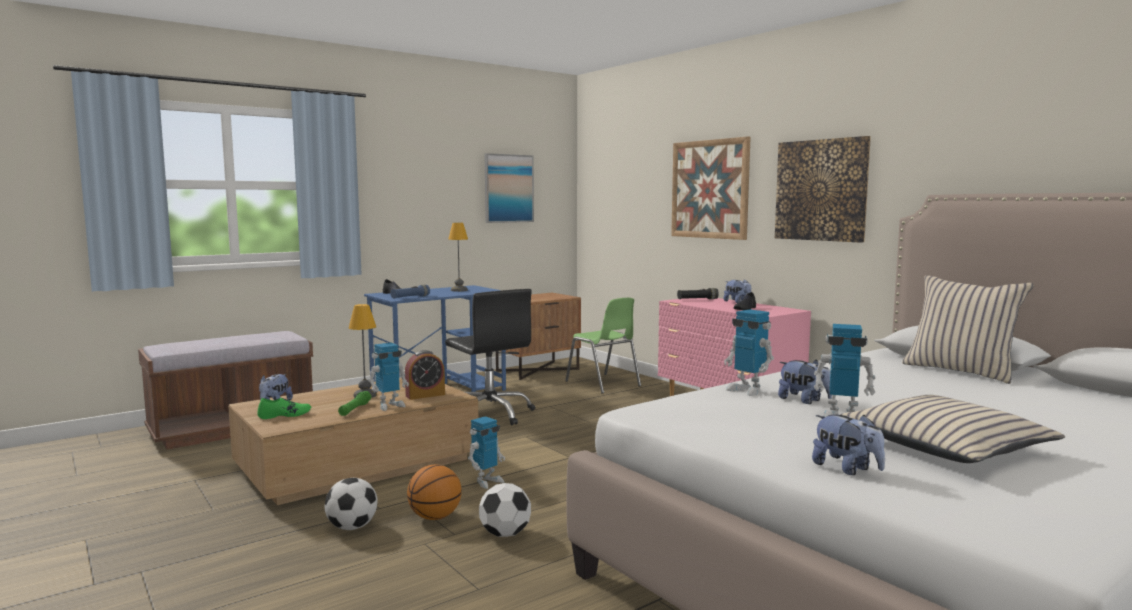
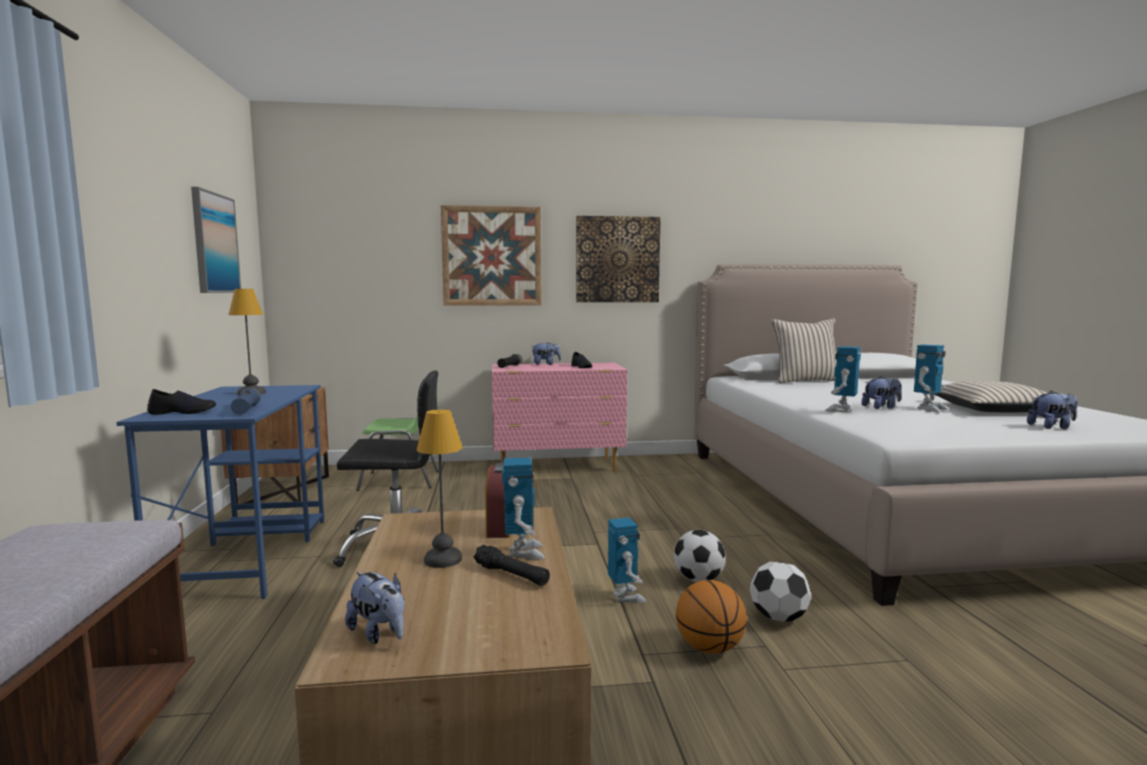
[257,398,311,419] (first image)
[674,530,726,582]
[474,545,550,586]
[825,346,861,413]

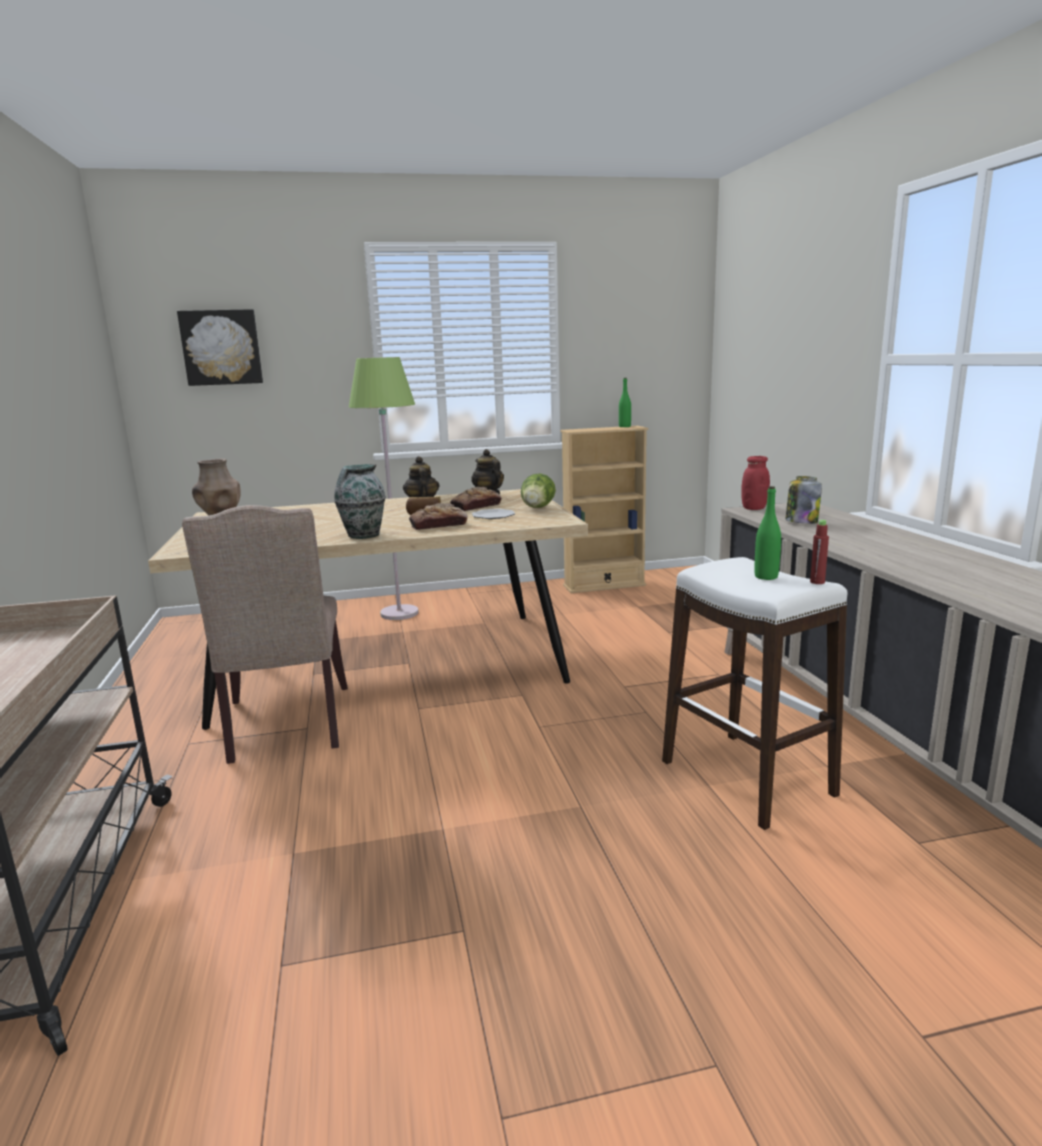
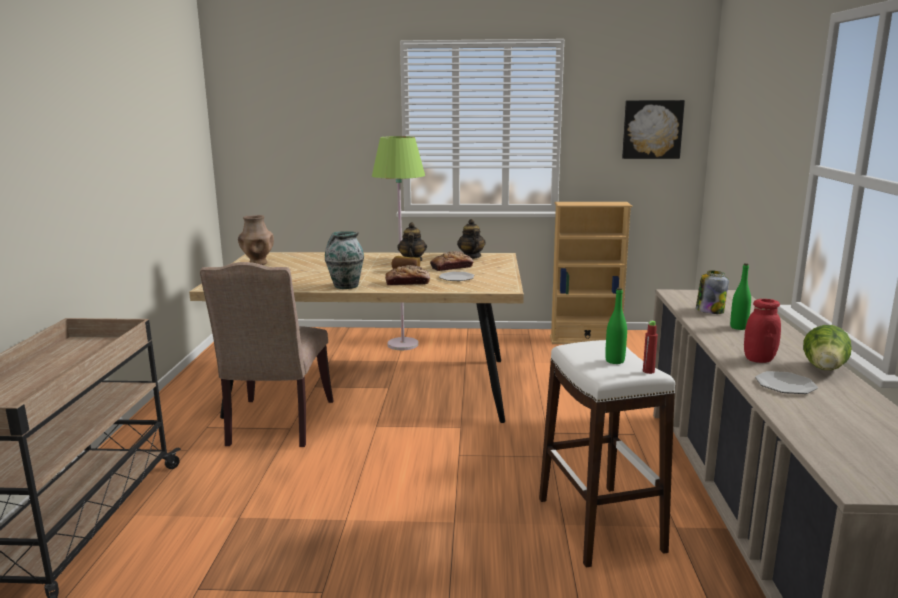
[622,100,685,159]
[803,325,852,370]
[730,263,751,330]
[744,299,781,363]
[755,371,818,394]

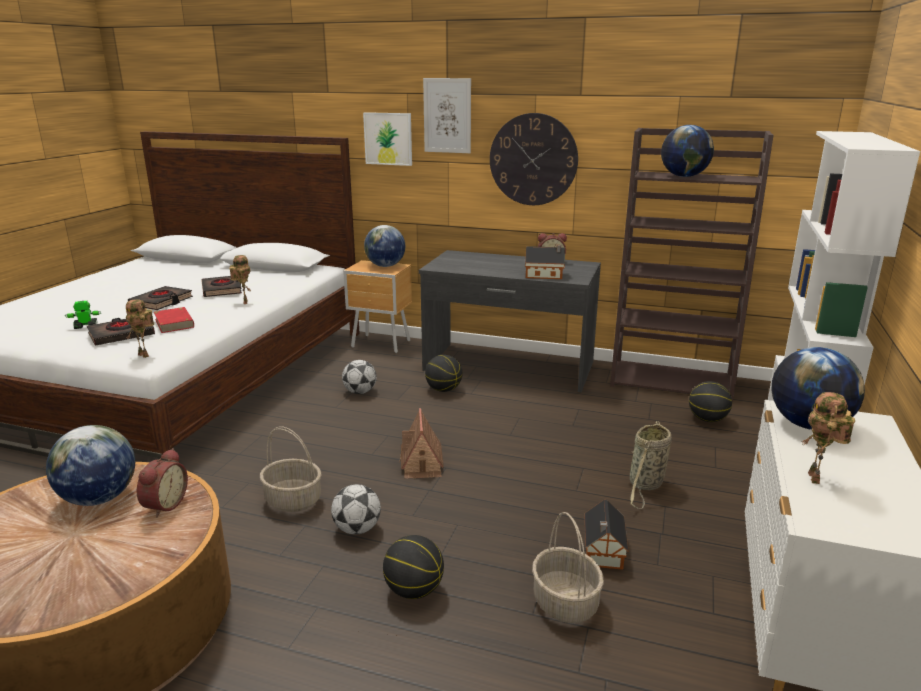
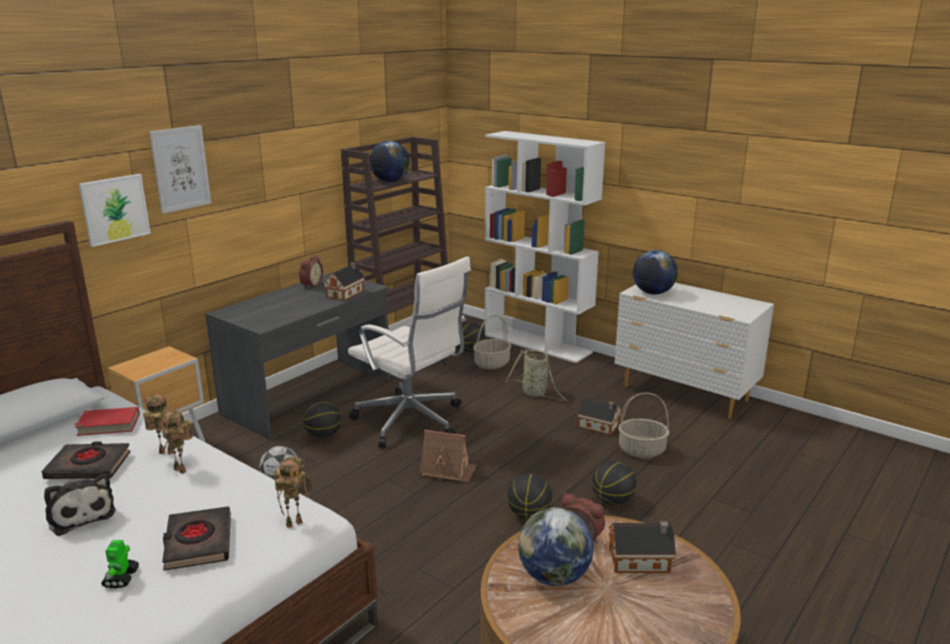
[44,473,116,536]
[75,407,140,436]
[473,315,511,369]
[507,474,552,520]
[364,225,405,267] (first image)
[490,113,578,205] (first image)
[161,410,193,474]
[348,256,471,448]
[609,521,676,573]

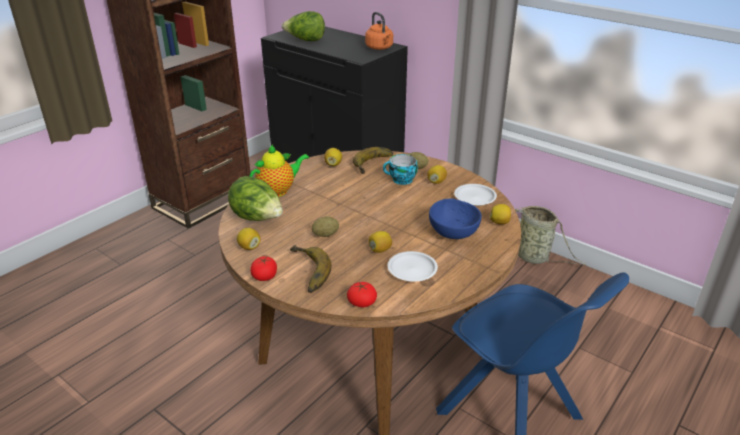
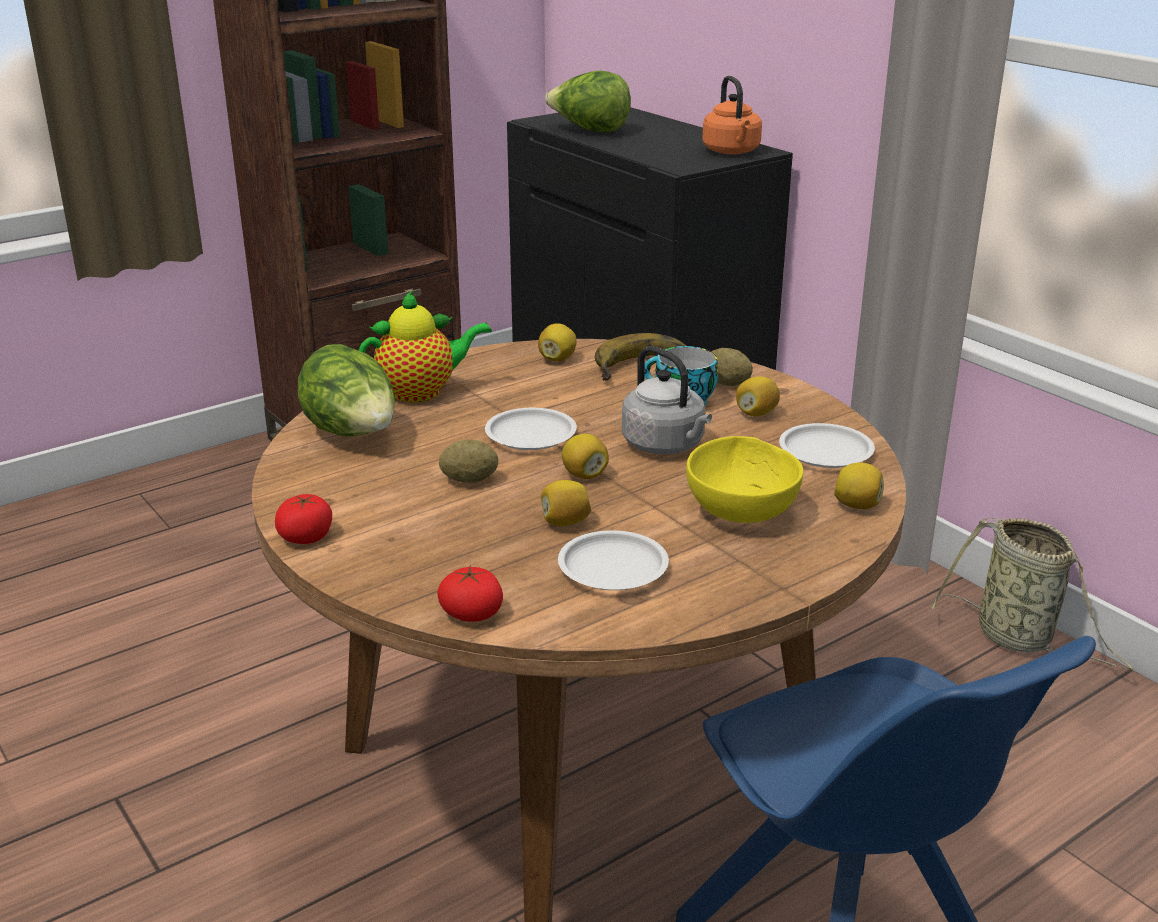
[562,434,609,479]
[290,245,331,293] (first image)
[686,436,804,523]
[485,408,577,450]
[622,346,712,454]

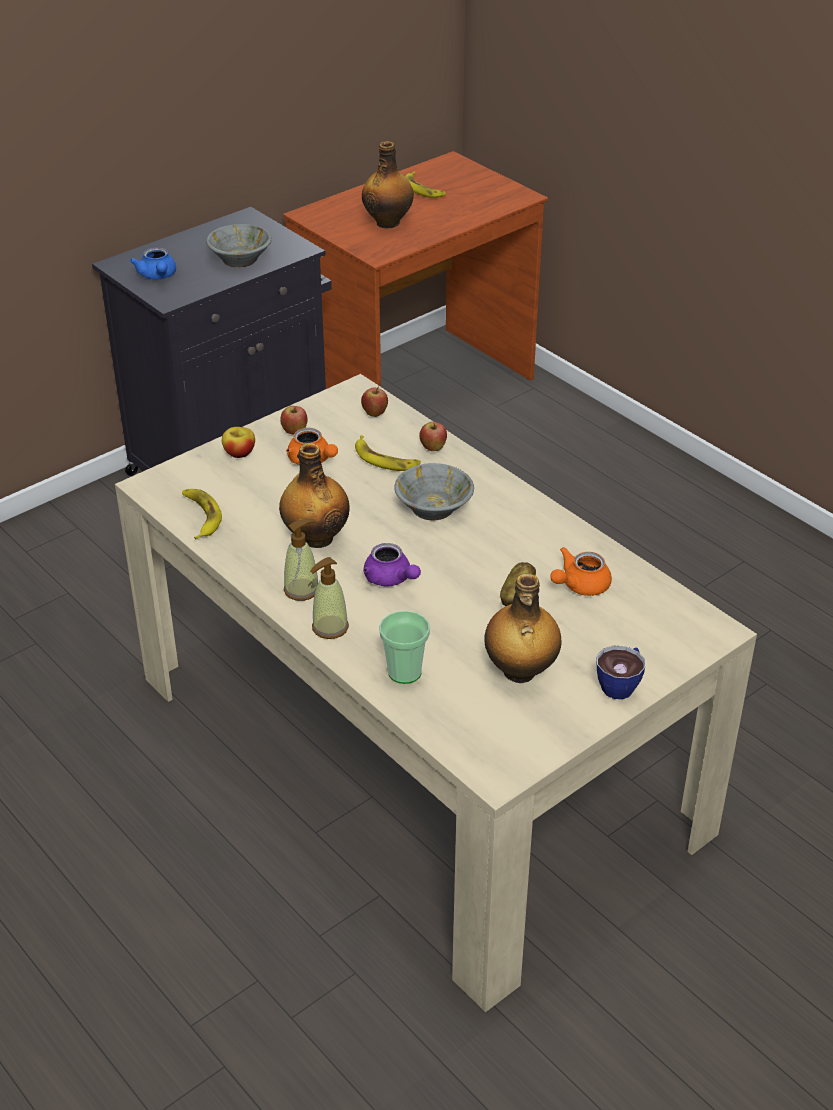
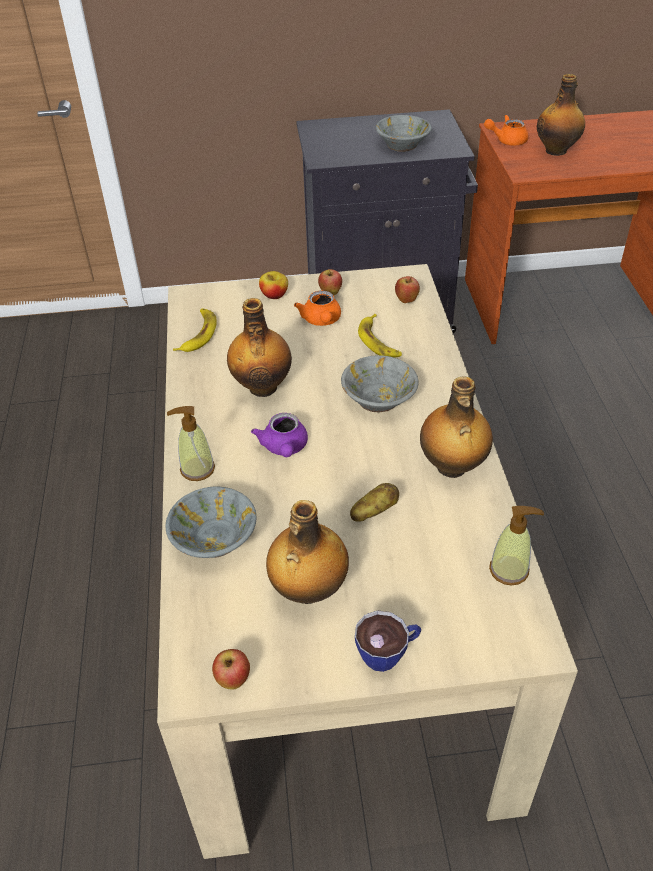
[130,247,176,279] (first image)
[489,506,544,586]
[166,486,257,558]
[405,172,446,198] (first image)
[212,649,250,690]
[484,115,529,145]
[420,376,493,478]

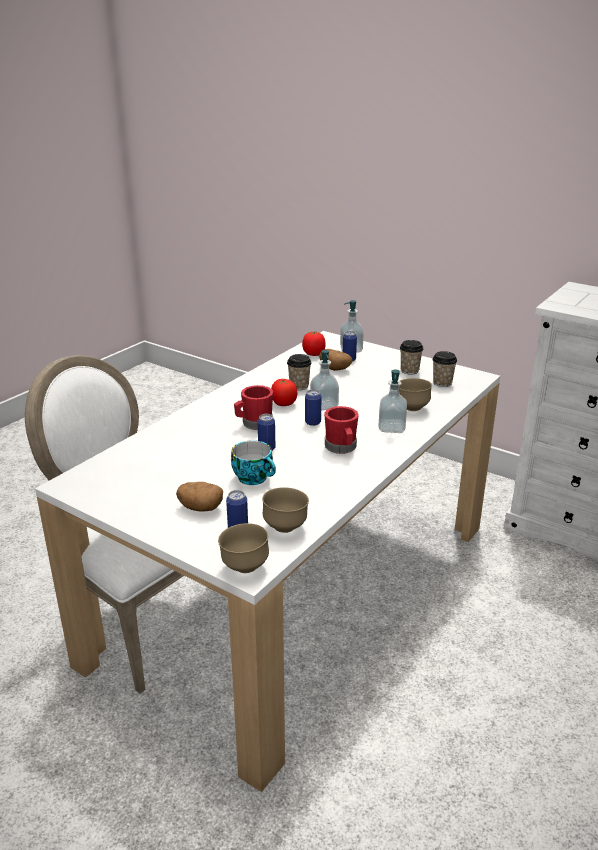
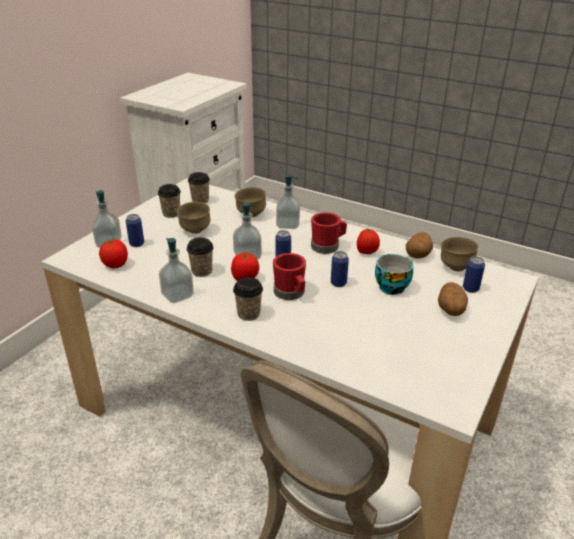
[177,202,210,234]
[406,232,433,259]
[159,238,194,303]
[233,277,263,321]
[357,229,380,254]

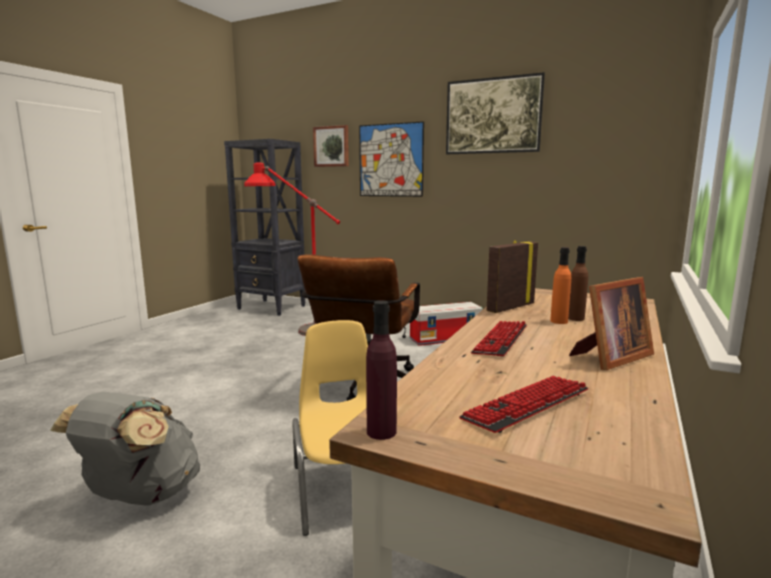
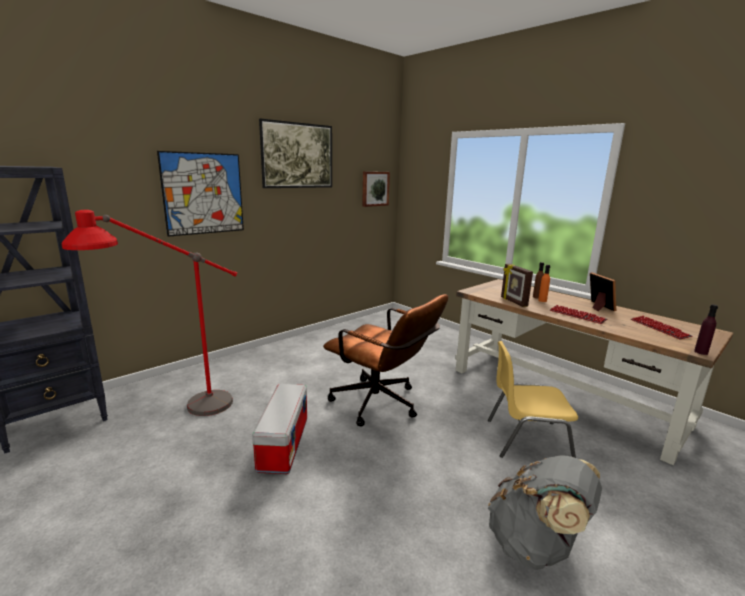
[362,171,390,207]
[252,384,307,474]

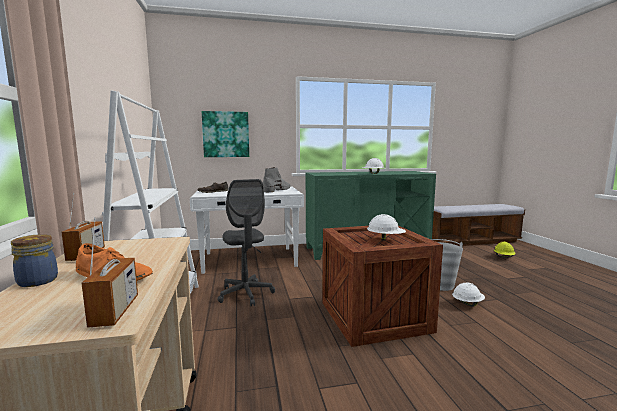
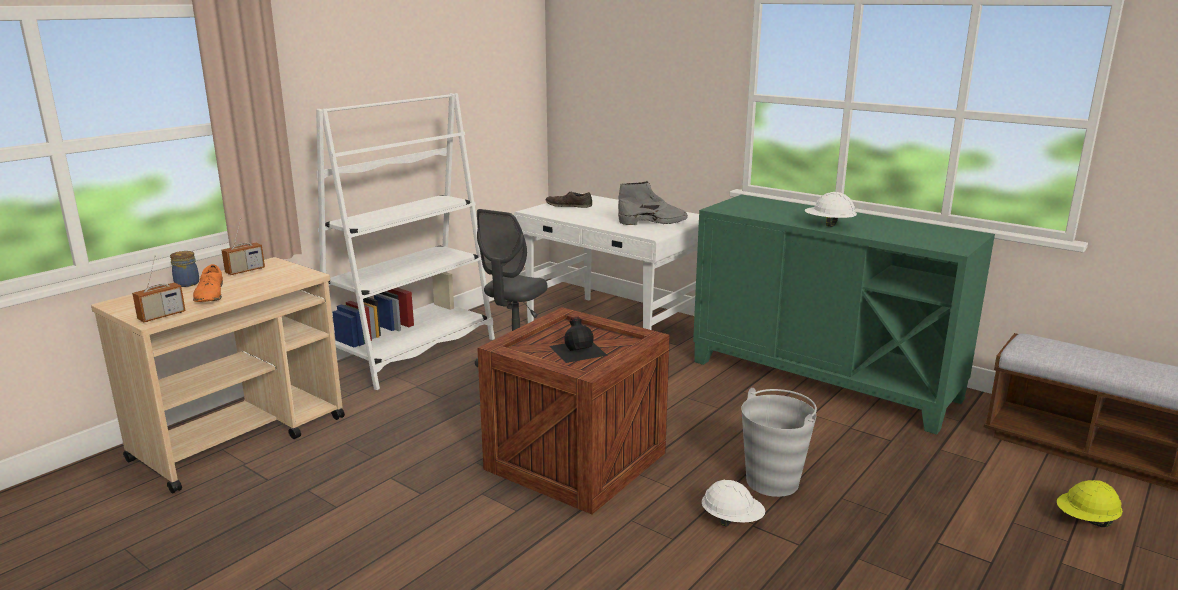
[202,111,249,157] (first image)
[550,316,607,363]

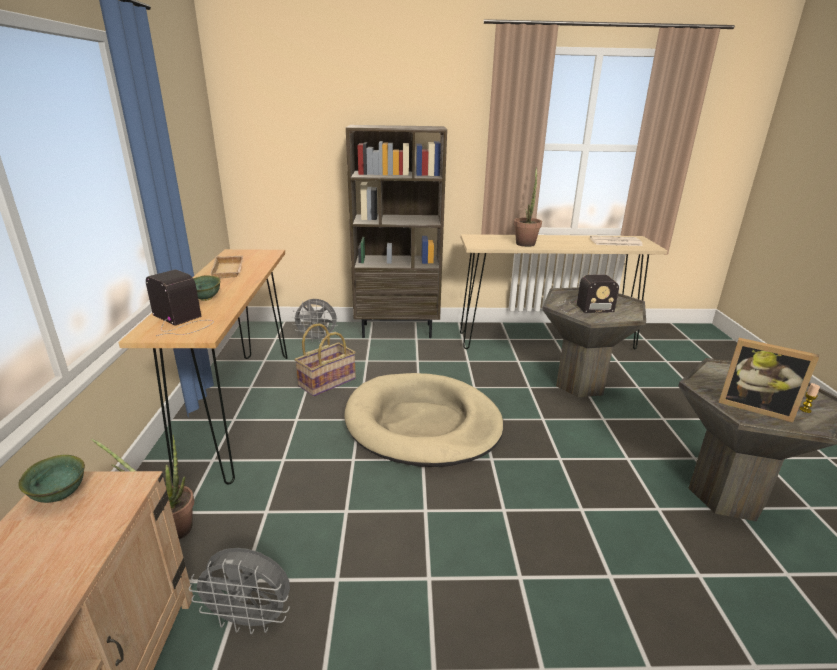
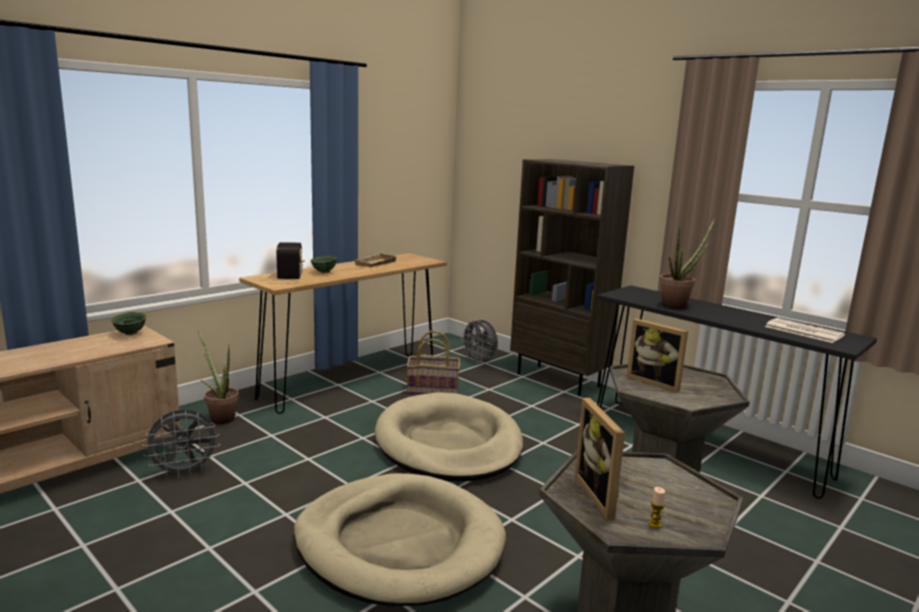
[142,410,220,478]
[597,285,877,499]
[627,319,688,393]
[294,473,506,606]

